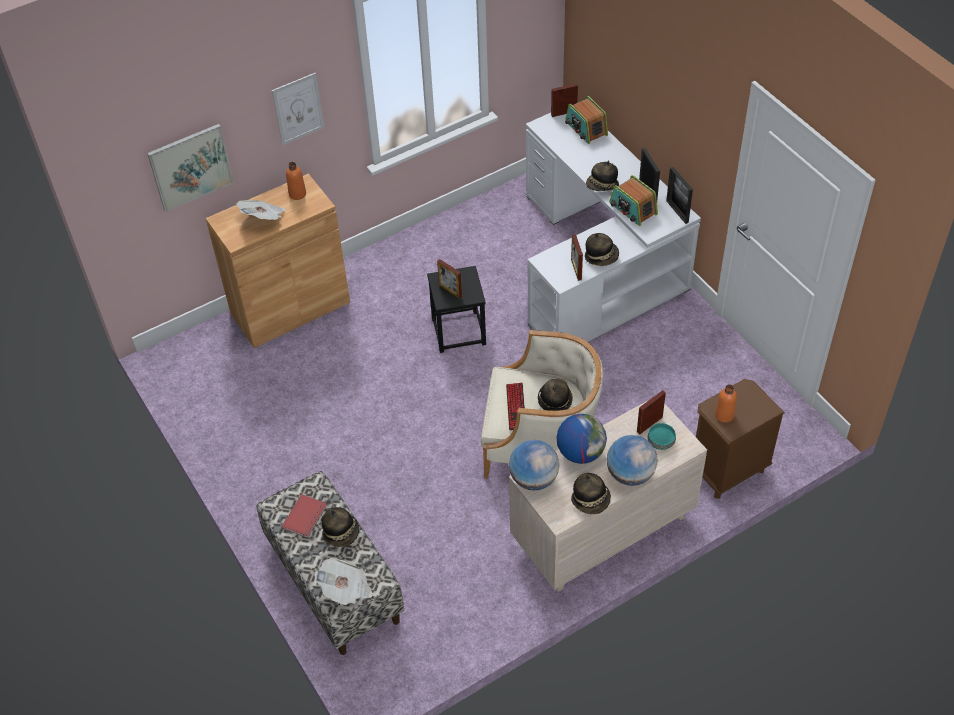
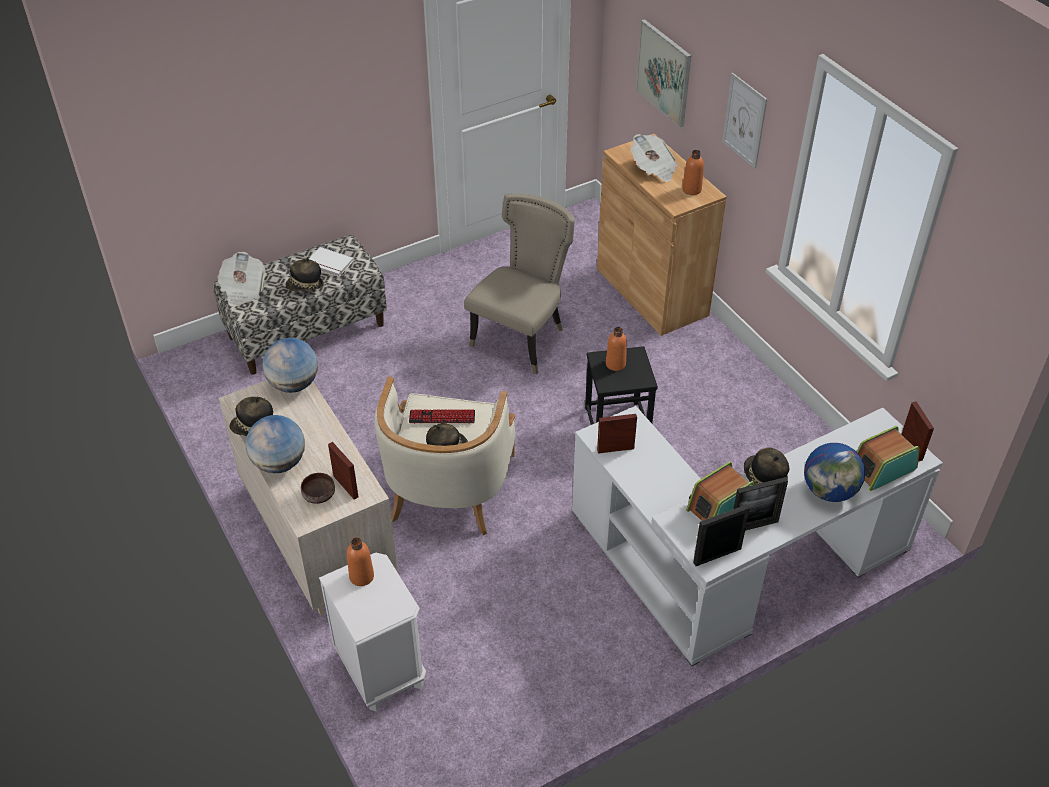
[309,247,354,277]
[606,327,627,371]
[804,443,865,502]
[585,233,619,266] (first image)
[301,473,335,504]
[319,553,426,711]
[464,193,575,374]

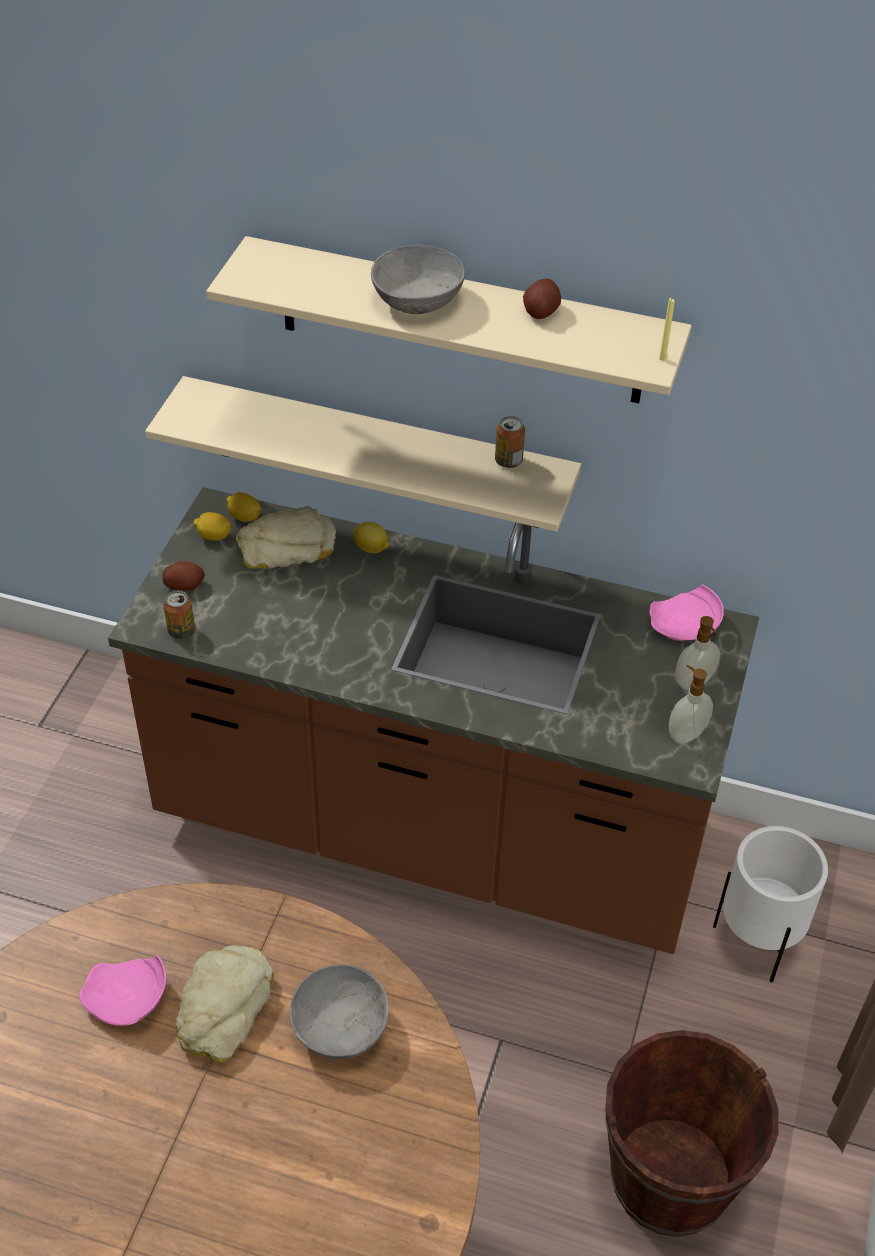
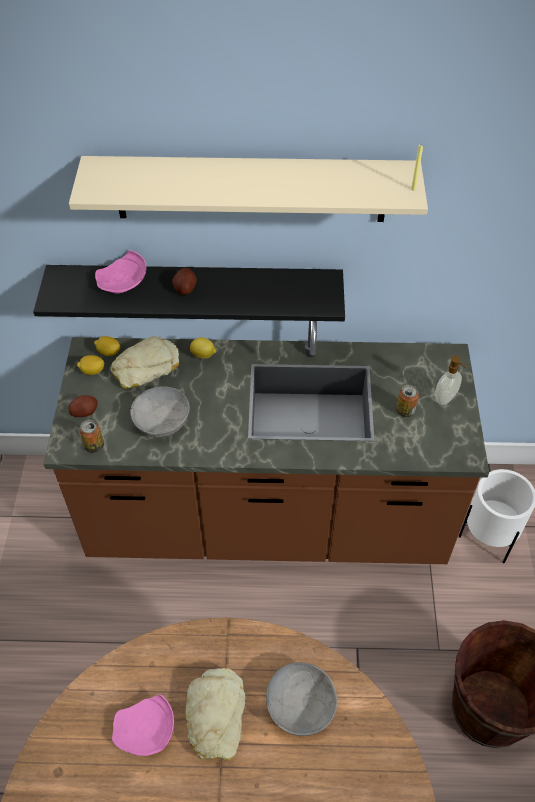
[33,265,345,321]
[130,387,190,438]
[396,384,419,417]
[172,268,197,295]
[95,250,147,293]
[669,665,713,744] (first image)

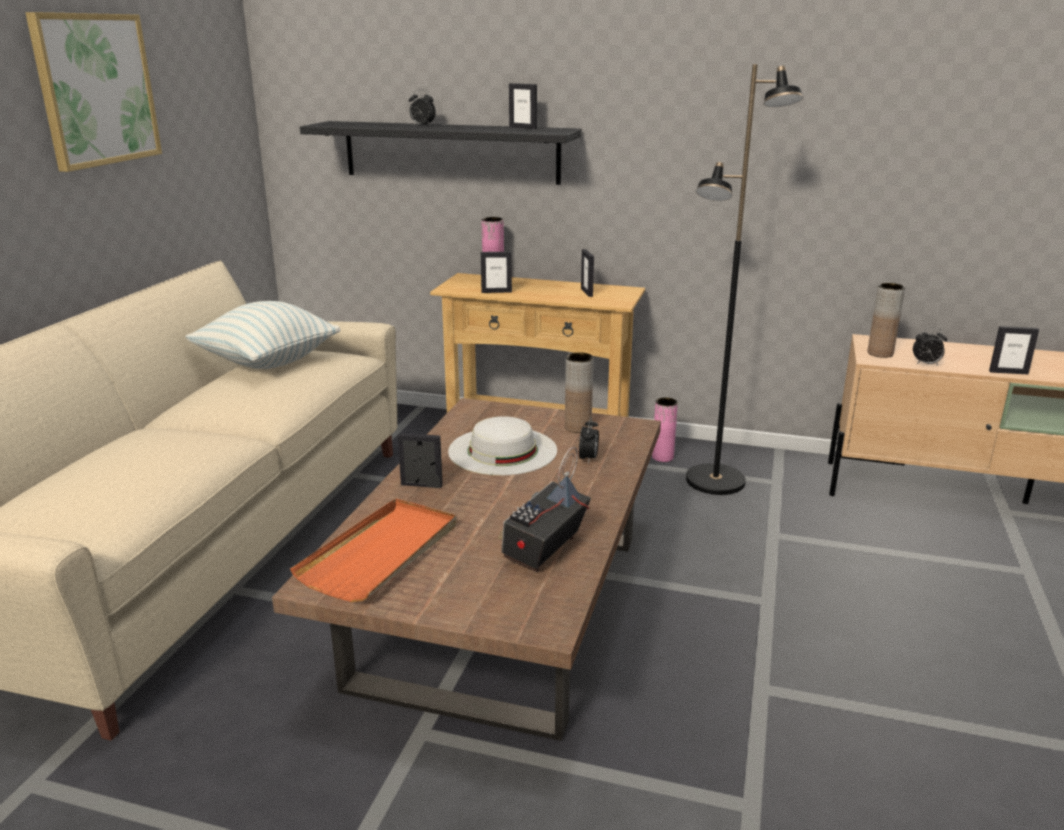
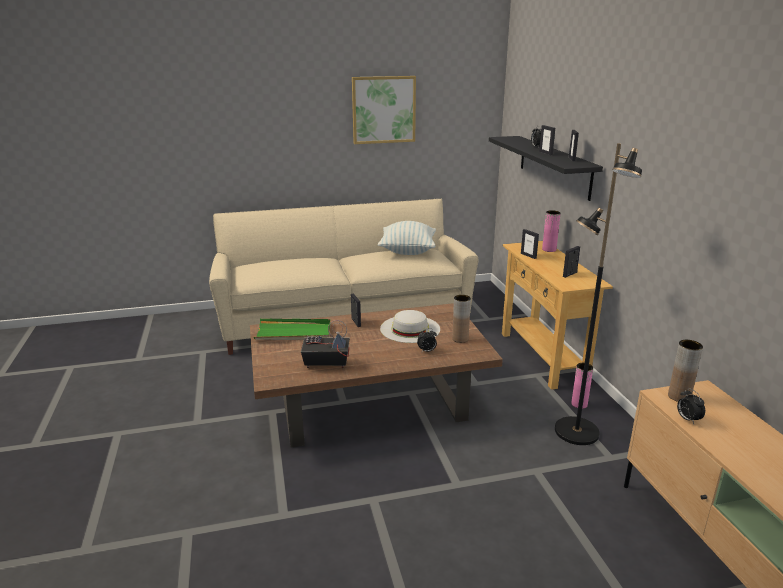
[254,319,331,340]
[539,125,555,155]

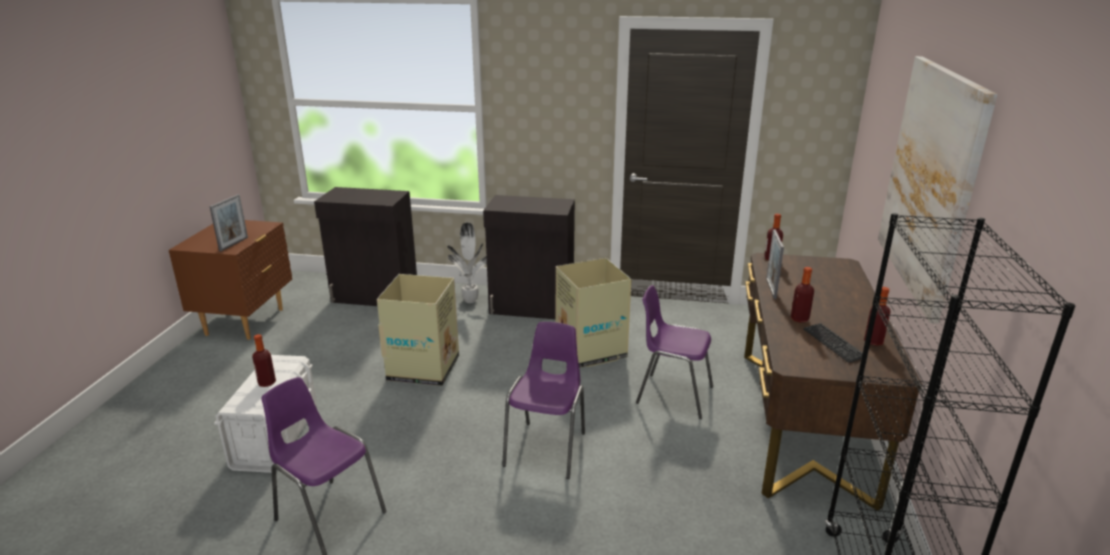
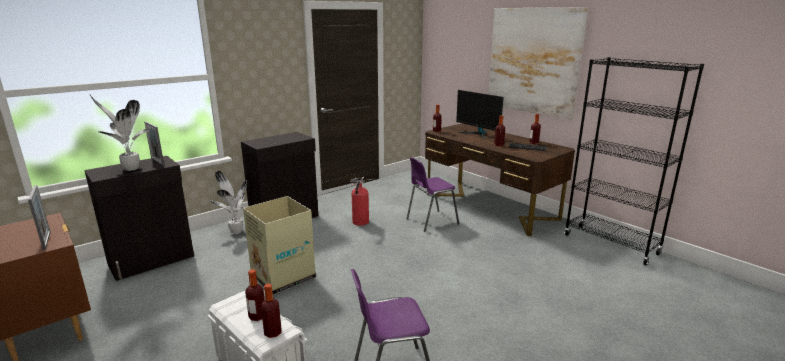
[502,322,585,479] (first image)
[350,177,369,226]
[144,121,164,166]
[89,94,150,171]
[261,283,281,338]
[456,90,504,139]

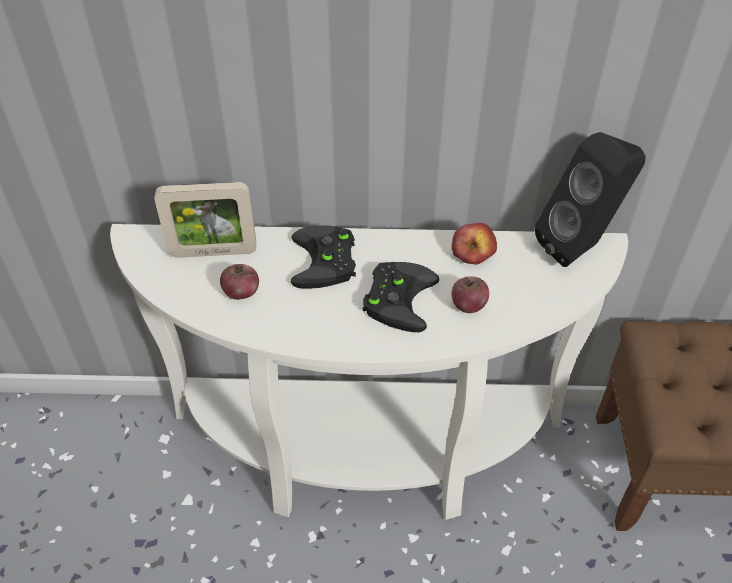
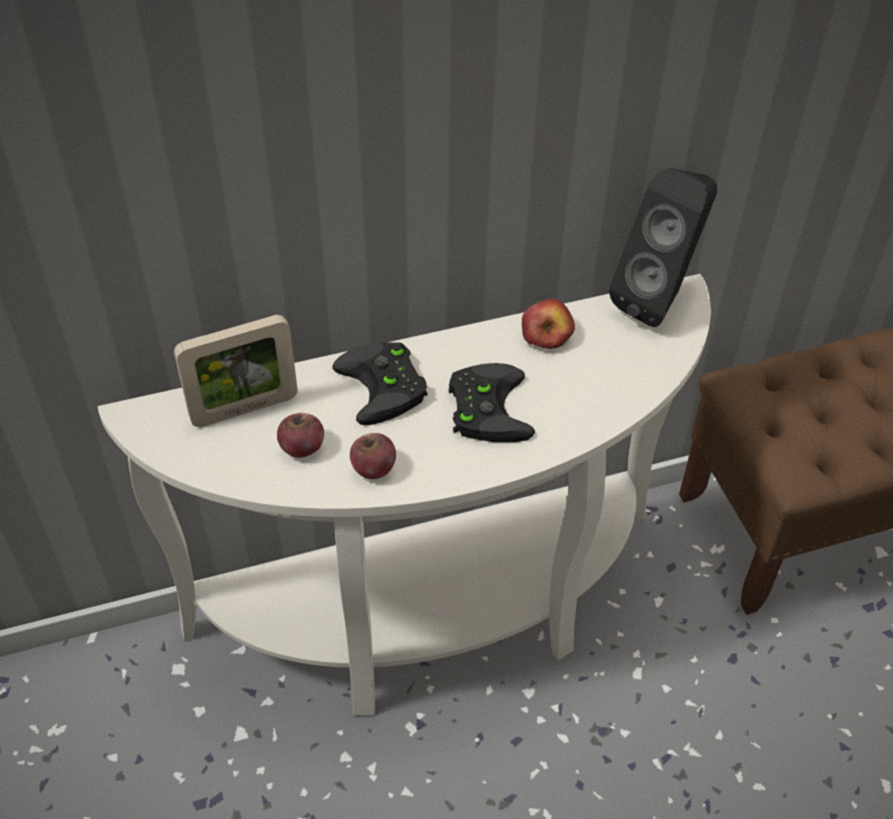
[350,433,396,479]

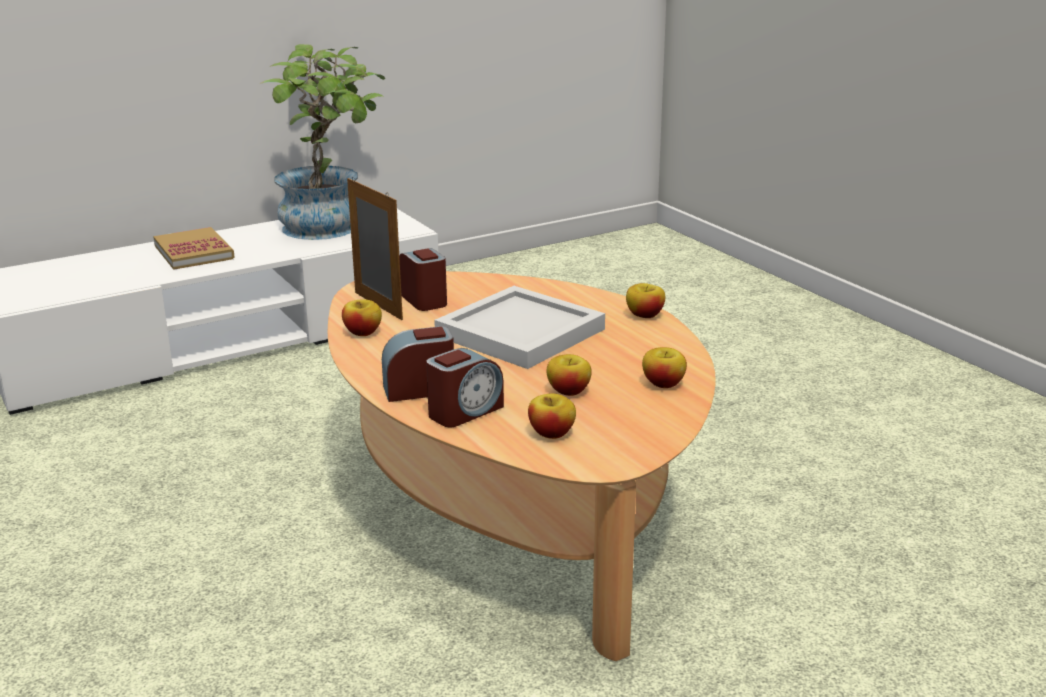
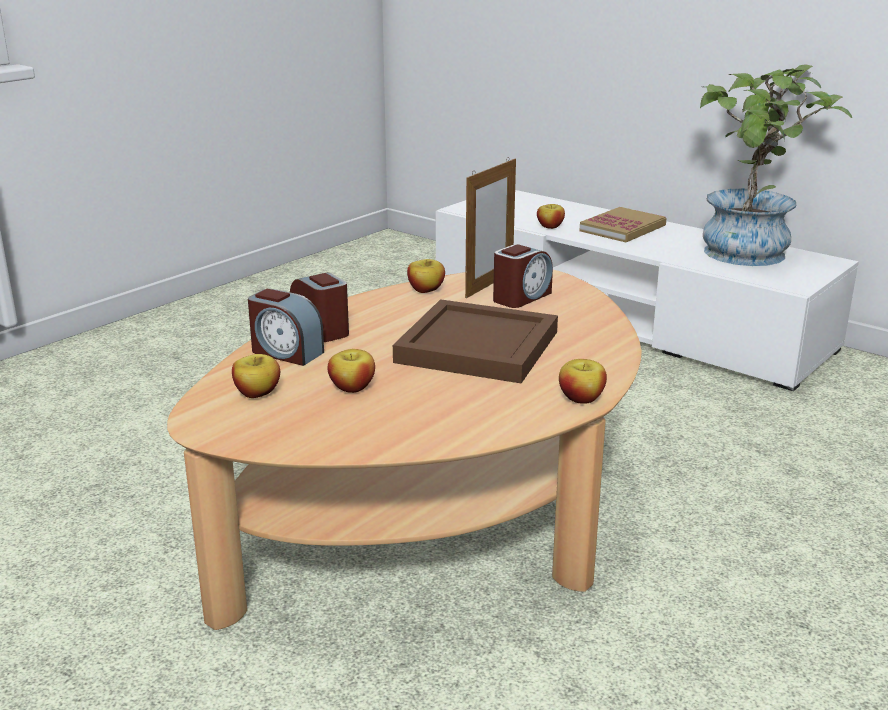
[393,299,558,383]
[537,204,565,229]

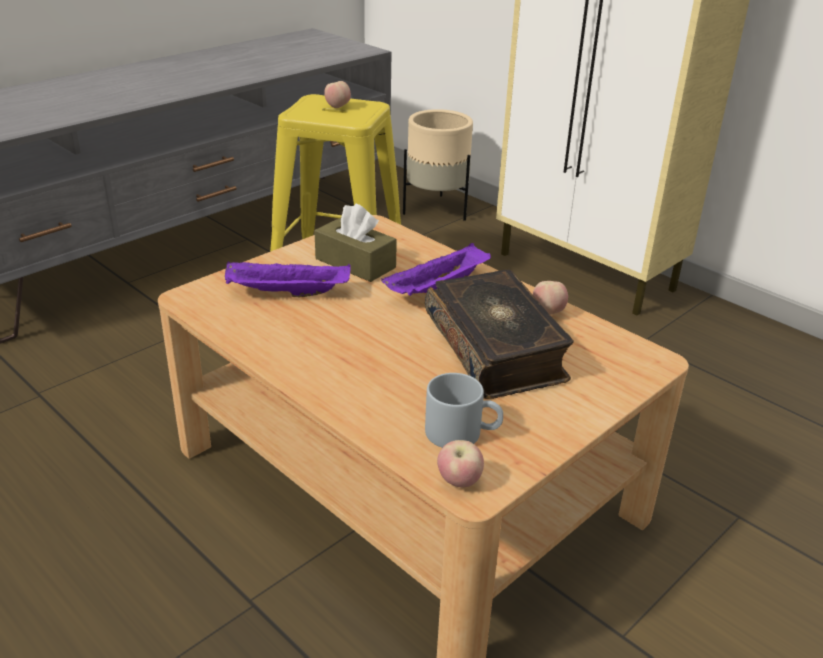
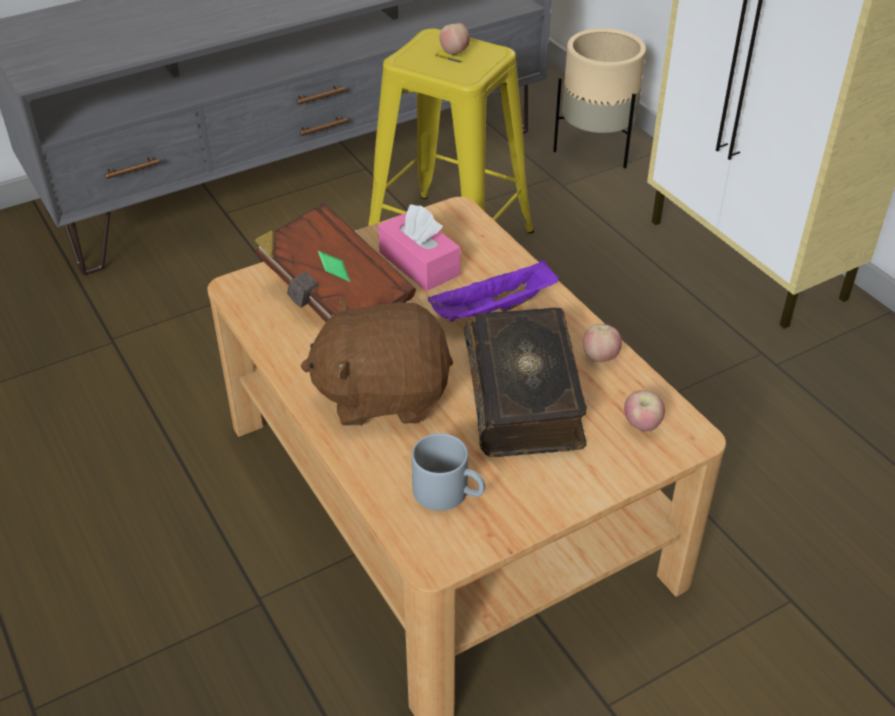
[255,203,416,322]
[378,204,461,291]
[624,390,665,431]
[300,298,453,426]

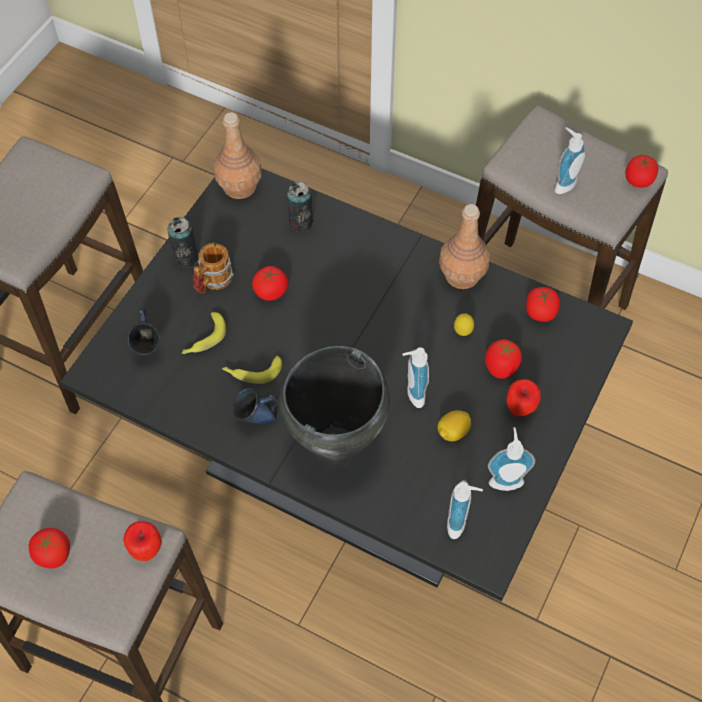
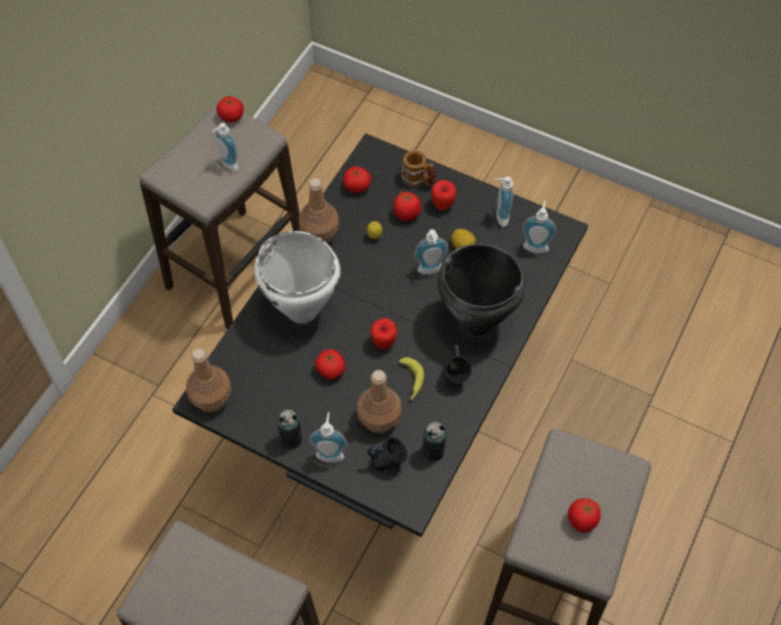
[370,318,397,349]
[357,370,401,433]
[402,150,436,187]
[422,422,446,461]
[254,231,341,323]
[309,412,347,463]

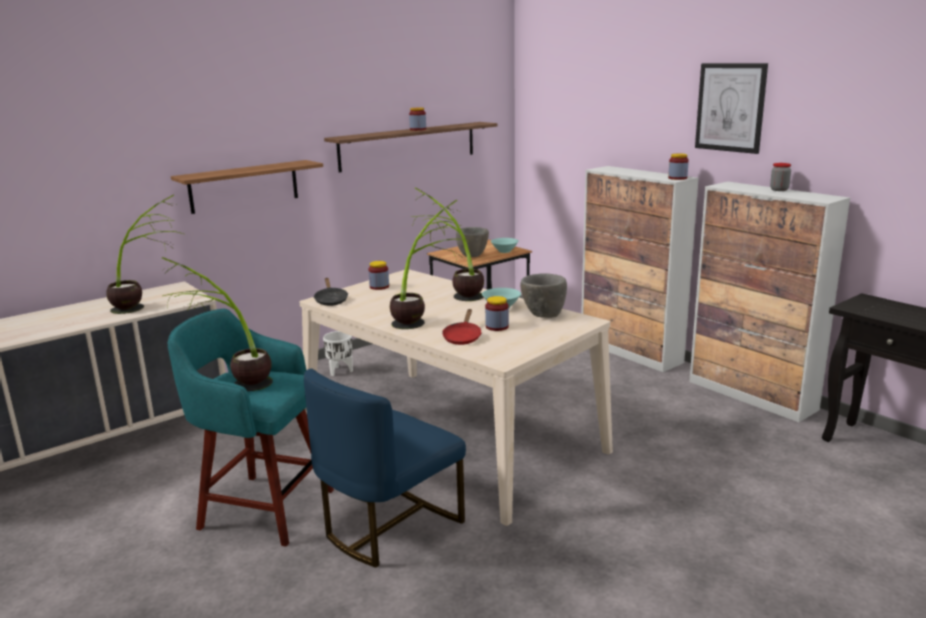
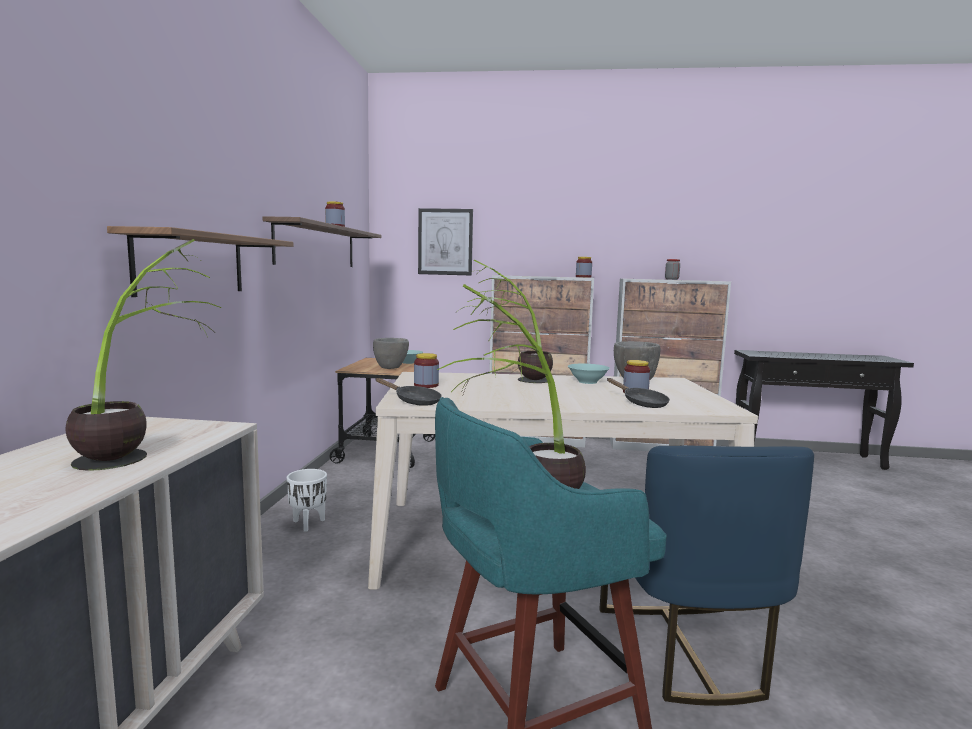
[390,200,467,329] (first image)
[607,378,670,408]
[418,208,473,276]

